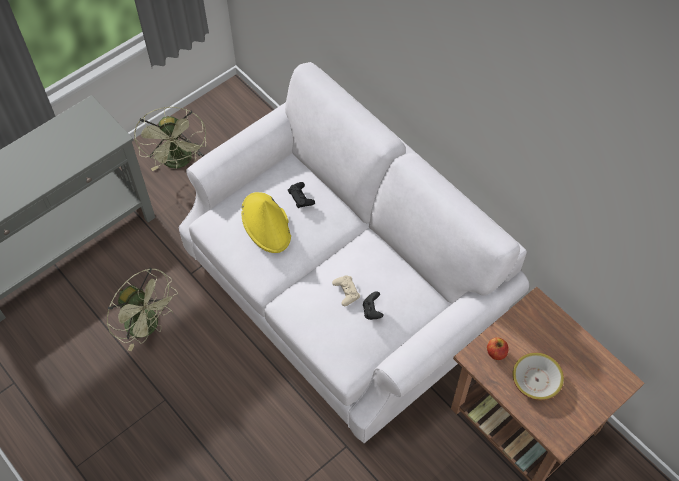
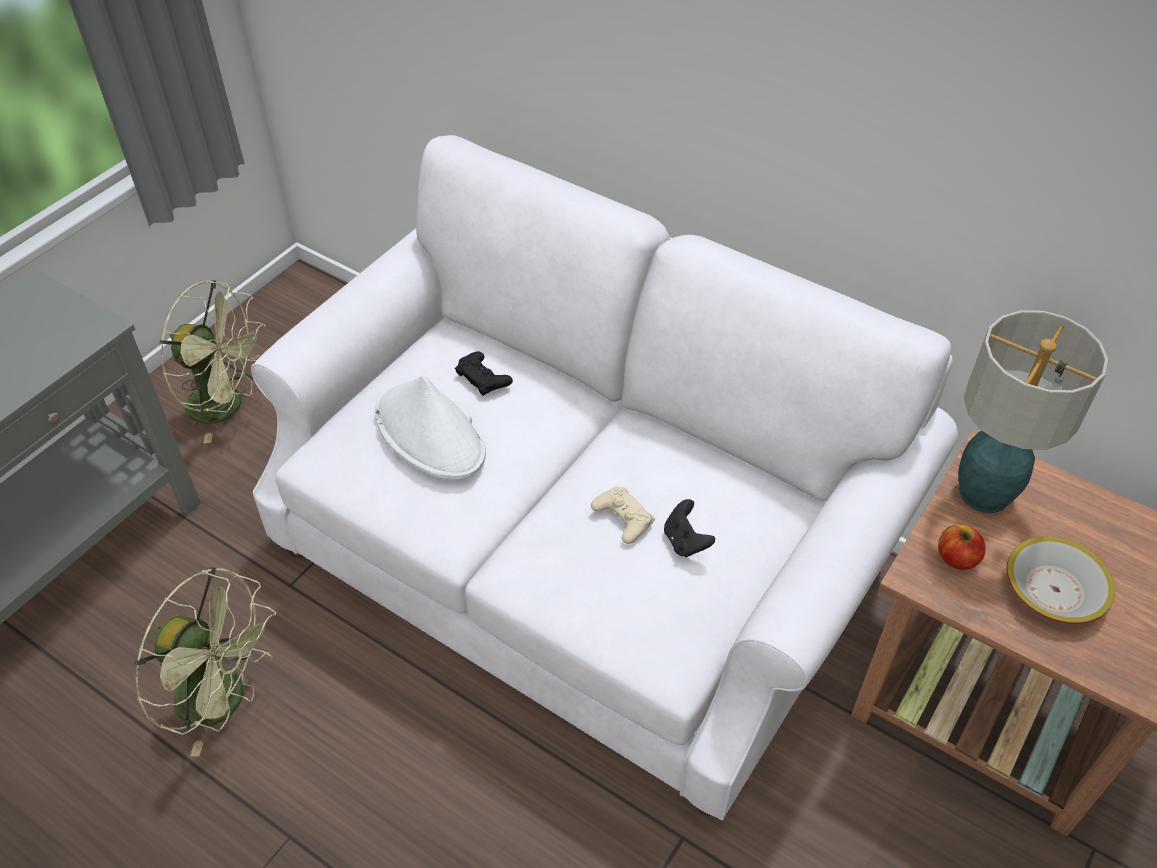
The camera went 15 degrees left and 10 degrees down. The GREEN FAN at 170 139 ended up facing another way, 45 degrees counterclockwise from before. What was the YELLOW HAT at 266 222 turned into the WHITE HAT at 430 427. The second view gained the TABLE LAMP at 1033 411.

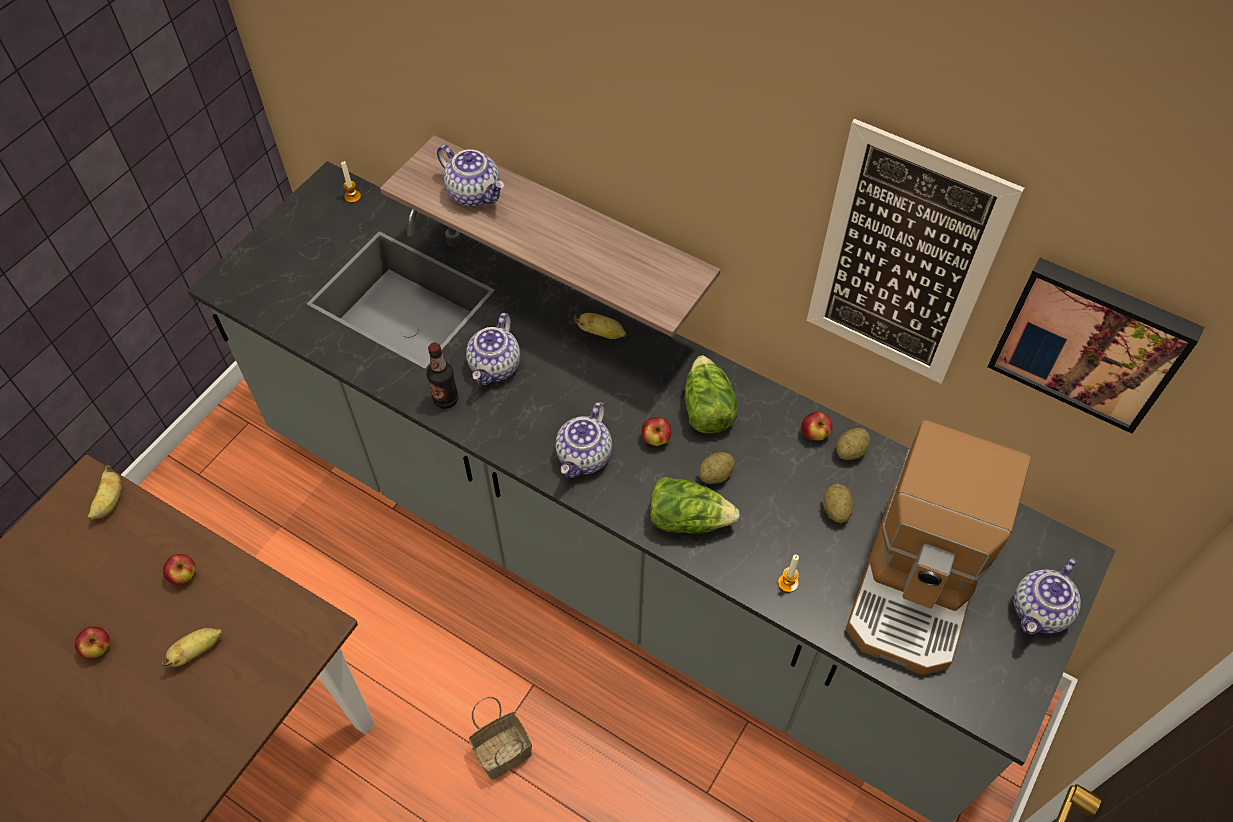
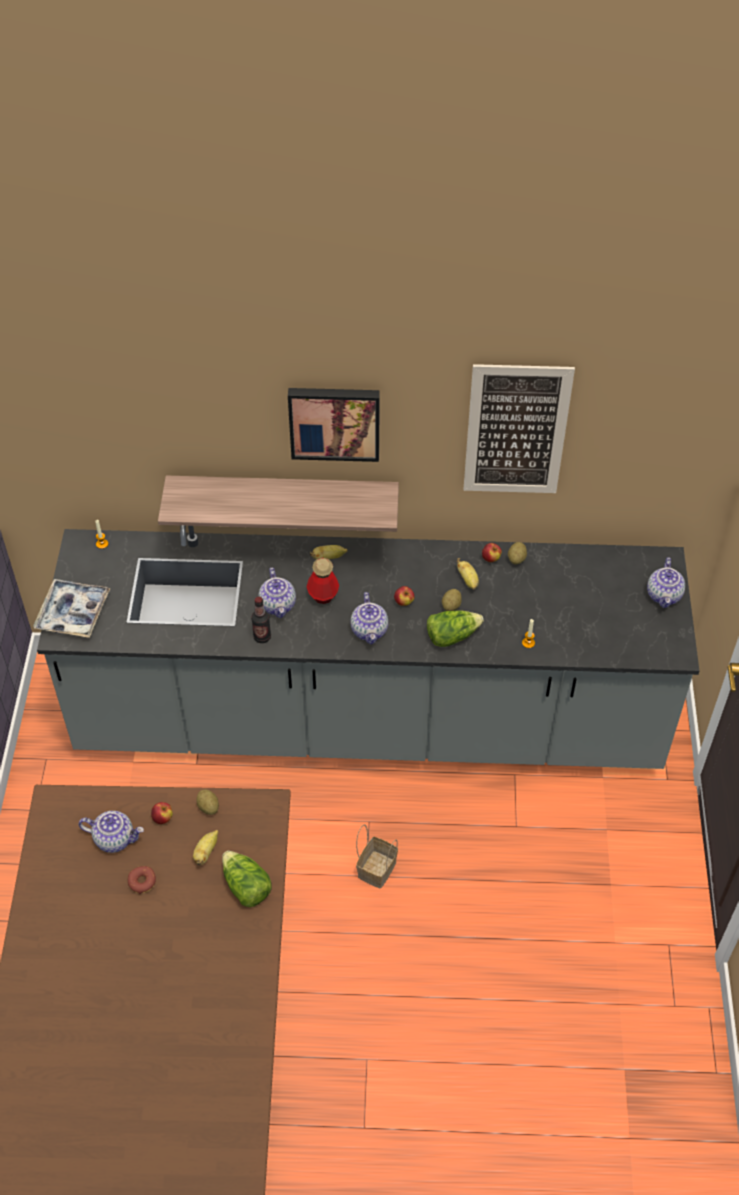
The camera went 30 degrees left and 5 degrees down. The second view gained the TRAY at 72 608. The TEAPOT ended up elsewhere, having gone from 470 175 to 111 832. Where the APPLE stood at 93 642, the DONUT came to stand at 141 880. The POTATO ended up elsewhere, having gone from 838 503 to 207 802. The LETTUCE ended up elsewhere, having gone from 711 395 to 247 879. The PICTURE ended up elsewhere, having gone from 1095 346 to 334 425. The second view gained the BOTTLE at 323 581. The BANANA ended up elsewhere, having gone from 105 492 to 468 574. The second view lost the COFFEE MACHINE at 938 547.

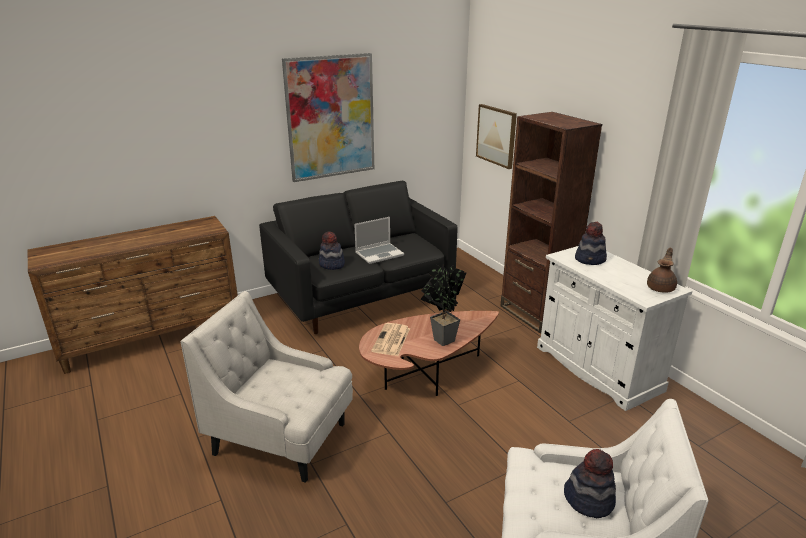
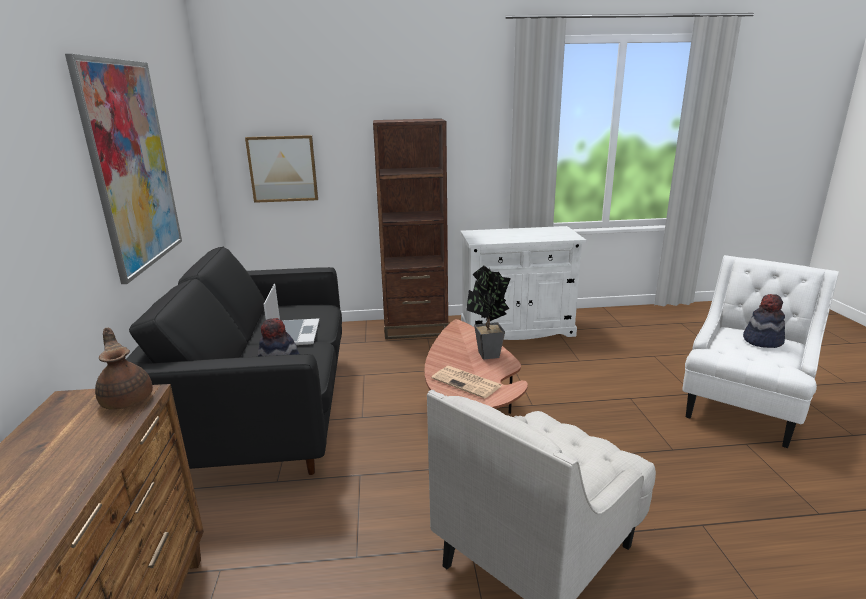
The camera went 65 degrees left and 5 degrees down. The BROWN TEAPOT ended up elsewhere, having gone from 662 270 to 124 369. The second view lost the HAT at 591 243.

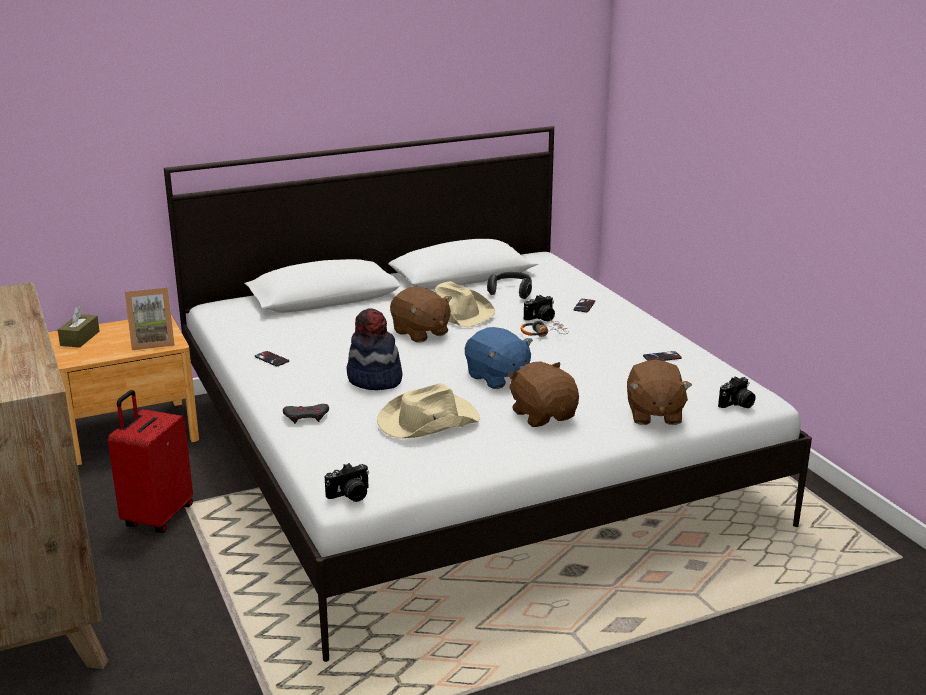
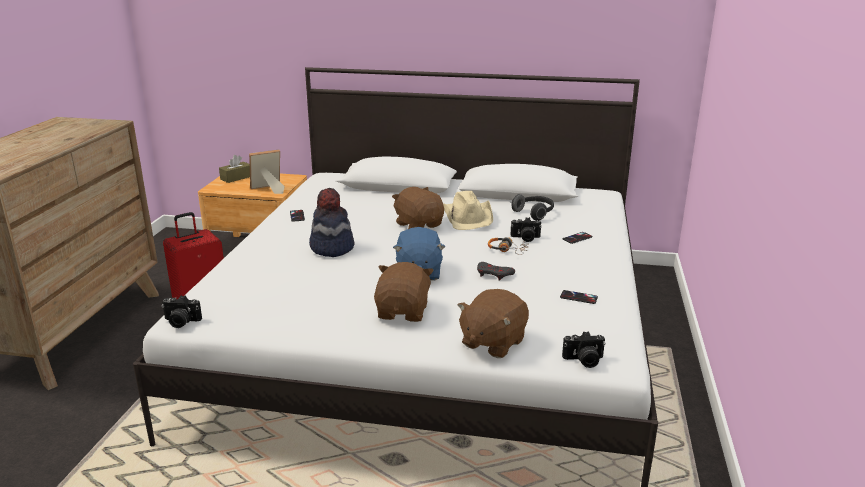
The camera went 35 degrees right and 0 degrees up. The PICTURE FRAME at 150 319 ended up facing another way, 135 degrees clockwise from before. The BROWN PLUSH TOY at 421 315 ended up facing another way, 150 degrees clockwise from before. The GREY GAME CONTROLLER ended up elsewhere, having gone from 306 414 to 496 271. The second view lost the BEIGE HAT at 428 410.

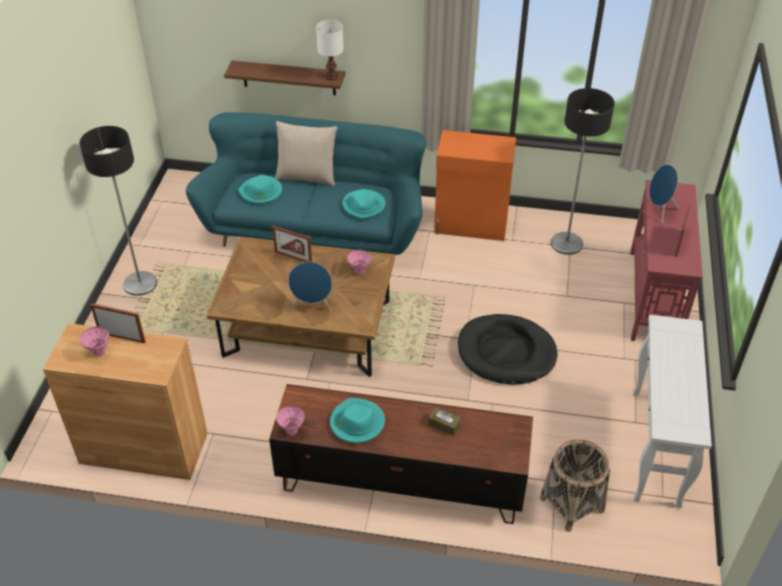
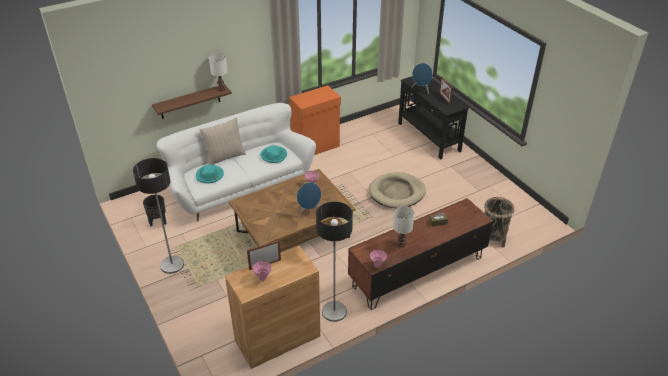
The camera went 40 degrees left and 5 degrees down. The second view gained the BLACK PLANTER at 154 210. What was the TURQUOISE SOFA at 306 183 turned into the WHITE SOFA at 236 162. The FLOOR LAMP ended up elsewhere, having gone from 583 171 to 334 262. What was the BLACK DOG BED at 508 349 turned into the BEIGE DOG BED at 397 190. Where the TURQUOISE HAT stood at 357 420, the WHITE TABLE LAMP came to stand at 403 226. What was the RED CONSOLE TABLE at 667 260 turned into the BLACK CONSOLE TABLE at 433 118. The second view lost the PICTURE FRAME at 292 244. The second view lost the WHITE CONSOLE TABLE at 672 411.

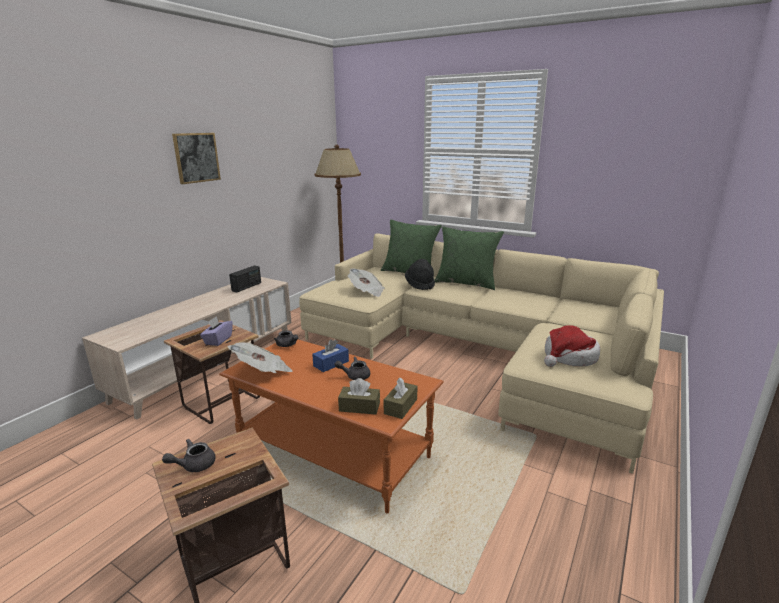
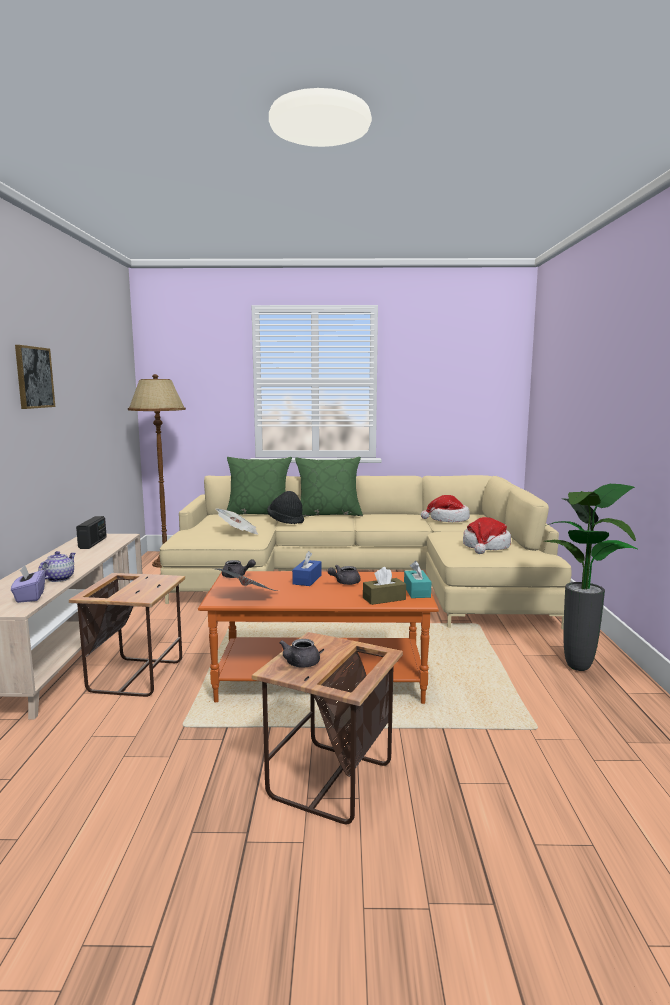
The camera went 30 degrees left and 10 degrees down. The PURPLE TISSUE BOX ended up elsewhere, having gone from 216 331 to 28 584. The second view gained the TEAPOT at 57 566. What was the BROWN TISSUE BOX at 400 398 turned into the TURQUOISE TISSUE BOX at 418 579. The second view gained the HAT at 445 508. The second view gained the POTTED PLANT at 590 577.

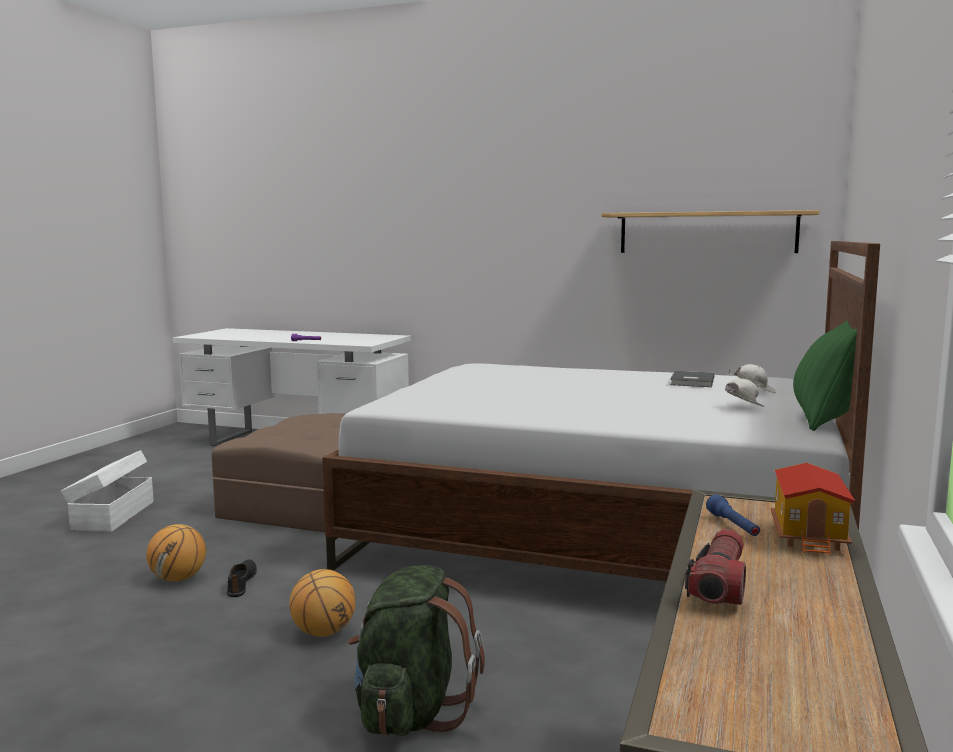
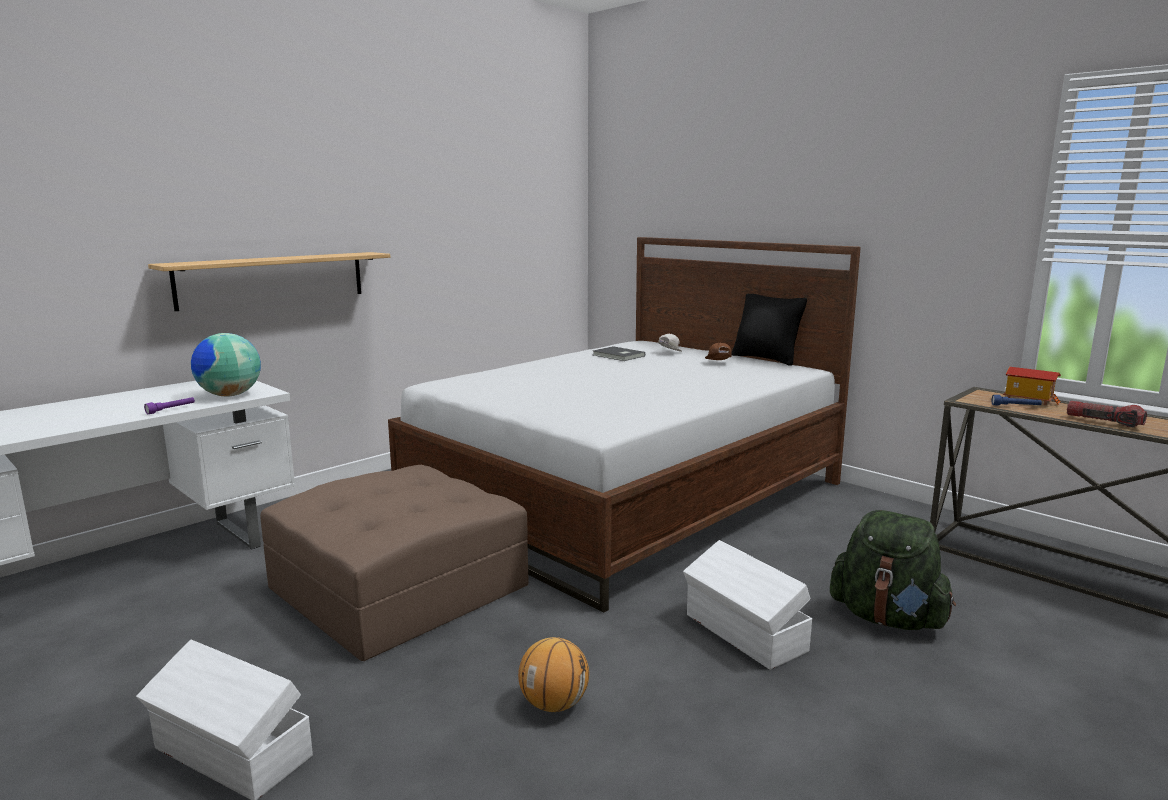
The camera went 65 degrees left and 5 degrees up. The SHELF ended up elsewhere, having gone from 710 231 to 269 281. The second view gained the GLOBE at 226 365. Where the BASKETBALL stood at 322 603, the WHITE STORAGE BOX came to stand at 747 605. What was the WHITE CAP at 744 392 turned into the BROWN CAP at 718 351. What was the GREEN PILLOW at 825 375 turned into the BLACK PILLOW at 769 330. The second view lost the BLACK SHOE at 241 578.

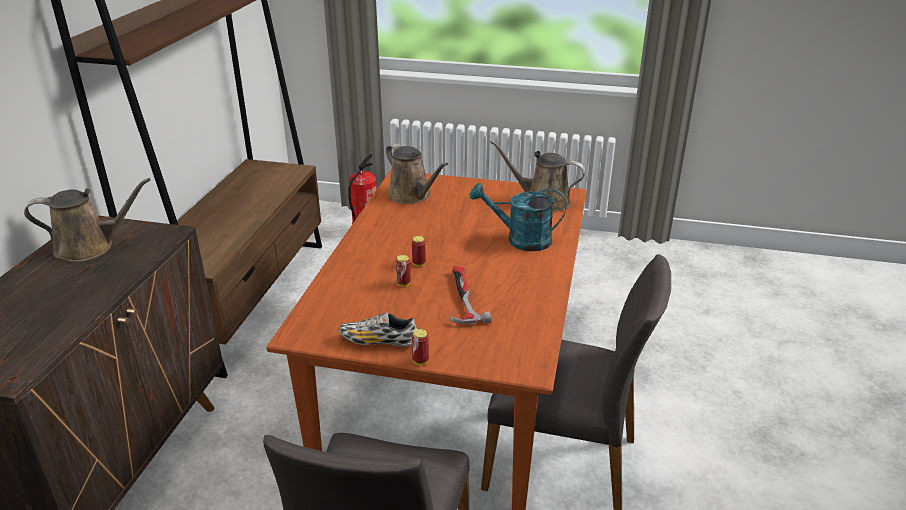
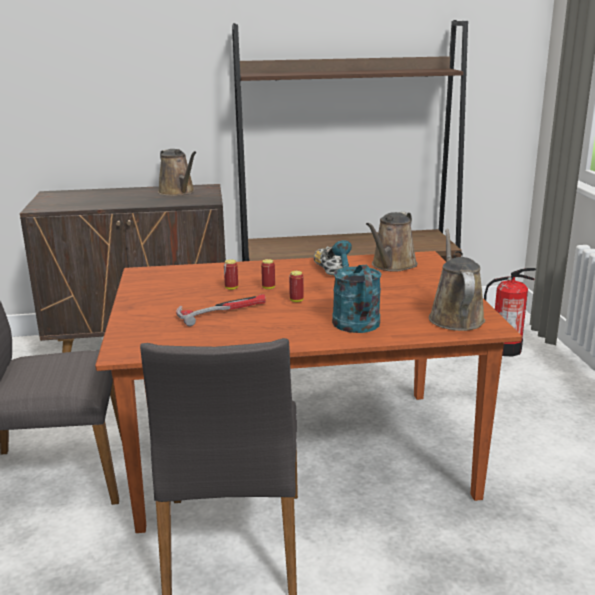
The camera went 70 degrees right and 10 degrees down. The CAN ended up elsewhere, having gone from 420 347 to 296 286. The SHOE ended up elsewhere, having gone from 377 329 to 328 260.

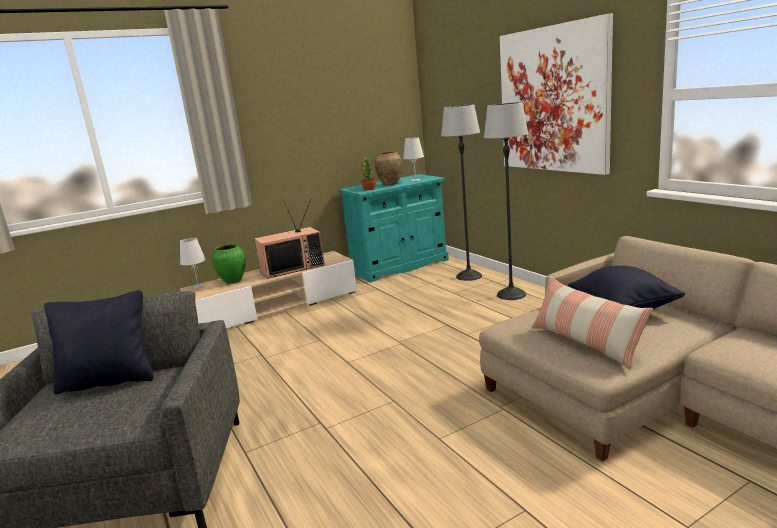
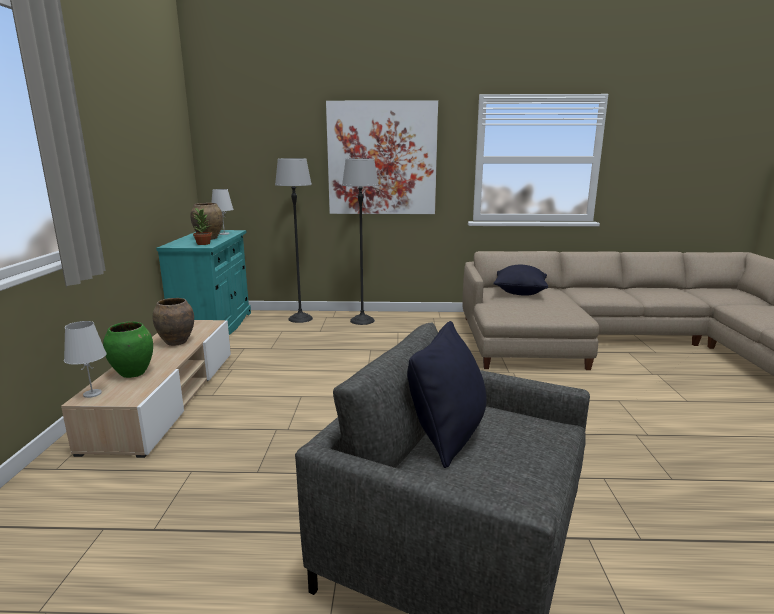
The camera went 60 degrees left and 0 degrees up. Where the TELEVISION stood at 289 238, the BROWN VASE came to stand at 173 322. The second view lost the PILLOW at 592 323.

